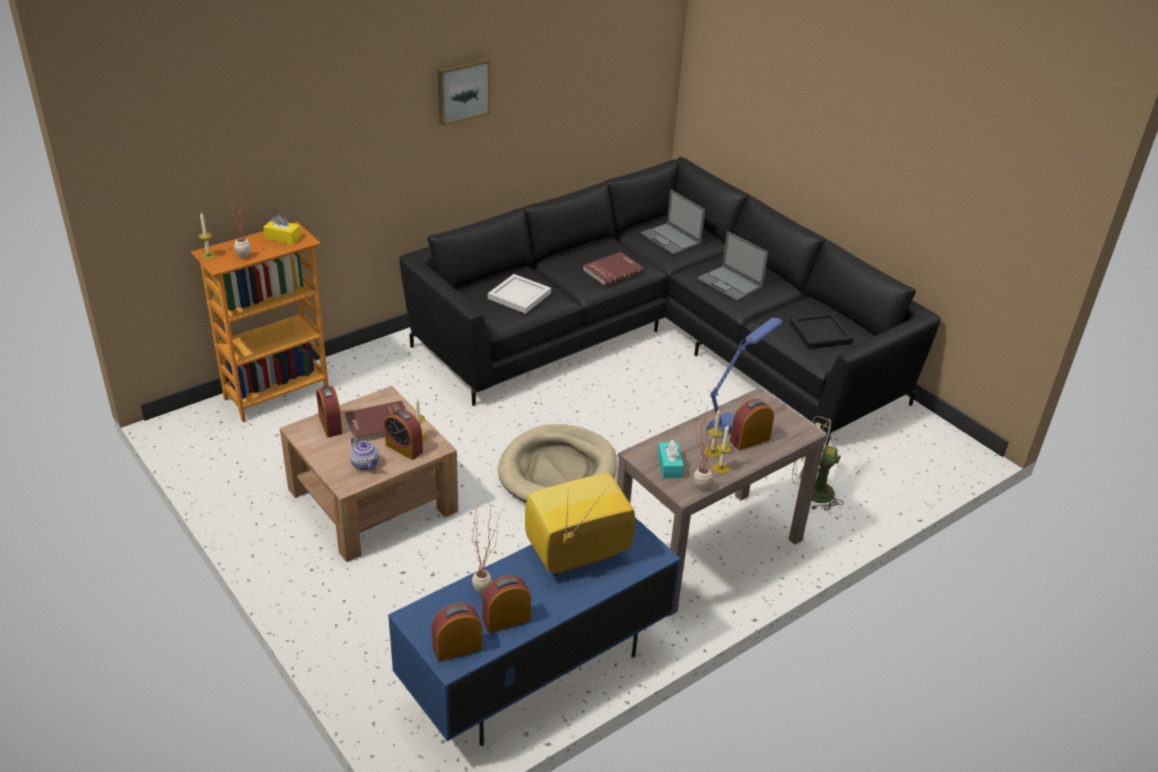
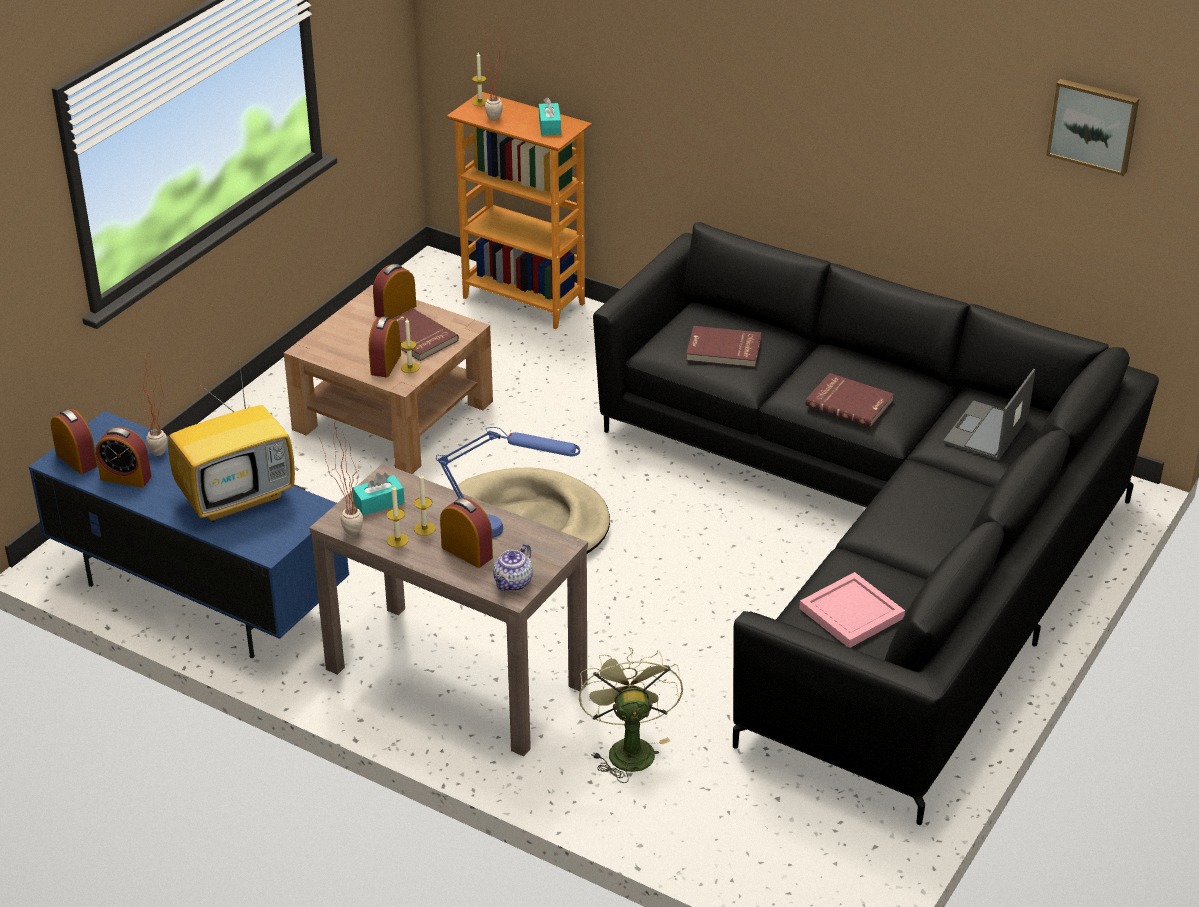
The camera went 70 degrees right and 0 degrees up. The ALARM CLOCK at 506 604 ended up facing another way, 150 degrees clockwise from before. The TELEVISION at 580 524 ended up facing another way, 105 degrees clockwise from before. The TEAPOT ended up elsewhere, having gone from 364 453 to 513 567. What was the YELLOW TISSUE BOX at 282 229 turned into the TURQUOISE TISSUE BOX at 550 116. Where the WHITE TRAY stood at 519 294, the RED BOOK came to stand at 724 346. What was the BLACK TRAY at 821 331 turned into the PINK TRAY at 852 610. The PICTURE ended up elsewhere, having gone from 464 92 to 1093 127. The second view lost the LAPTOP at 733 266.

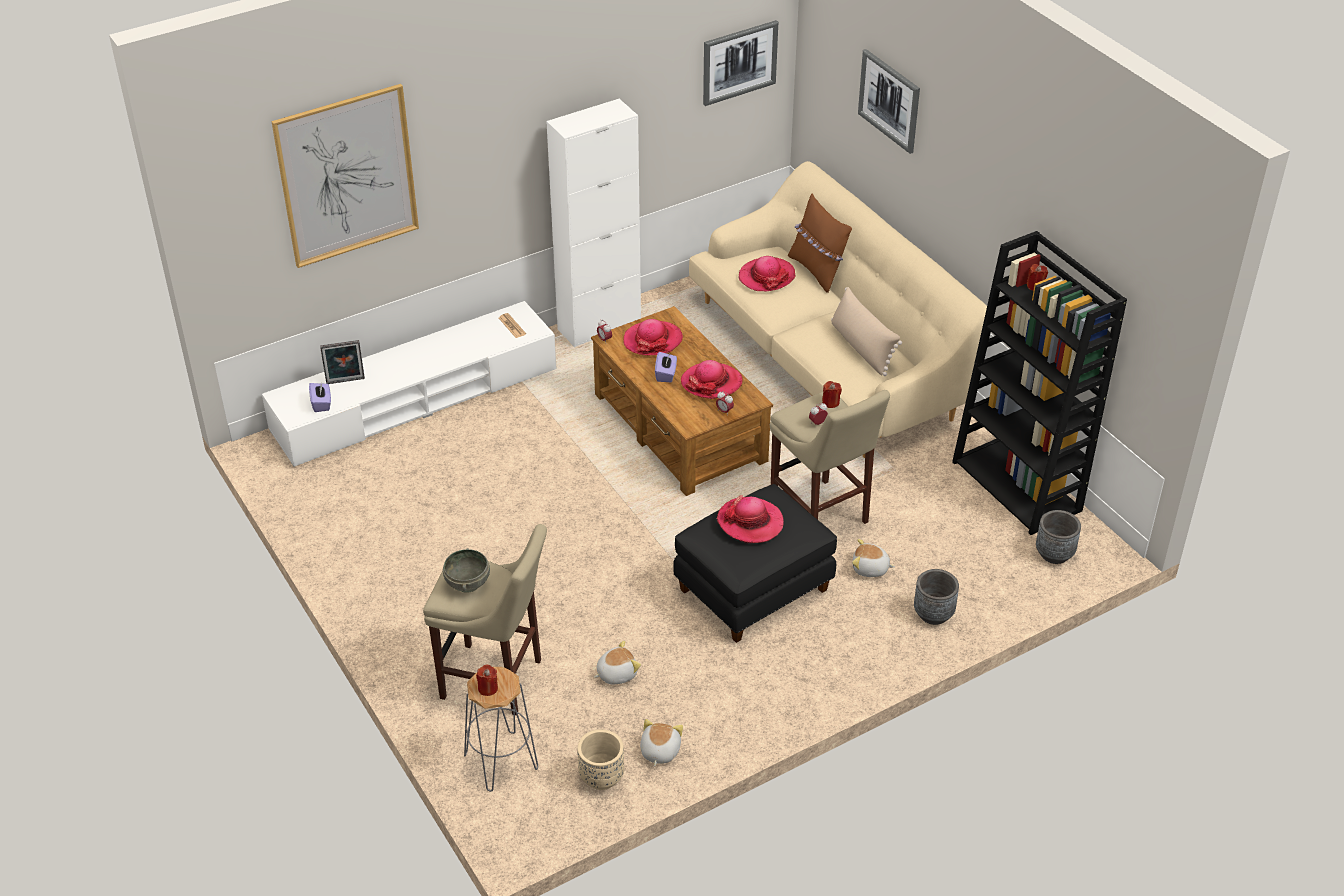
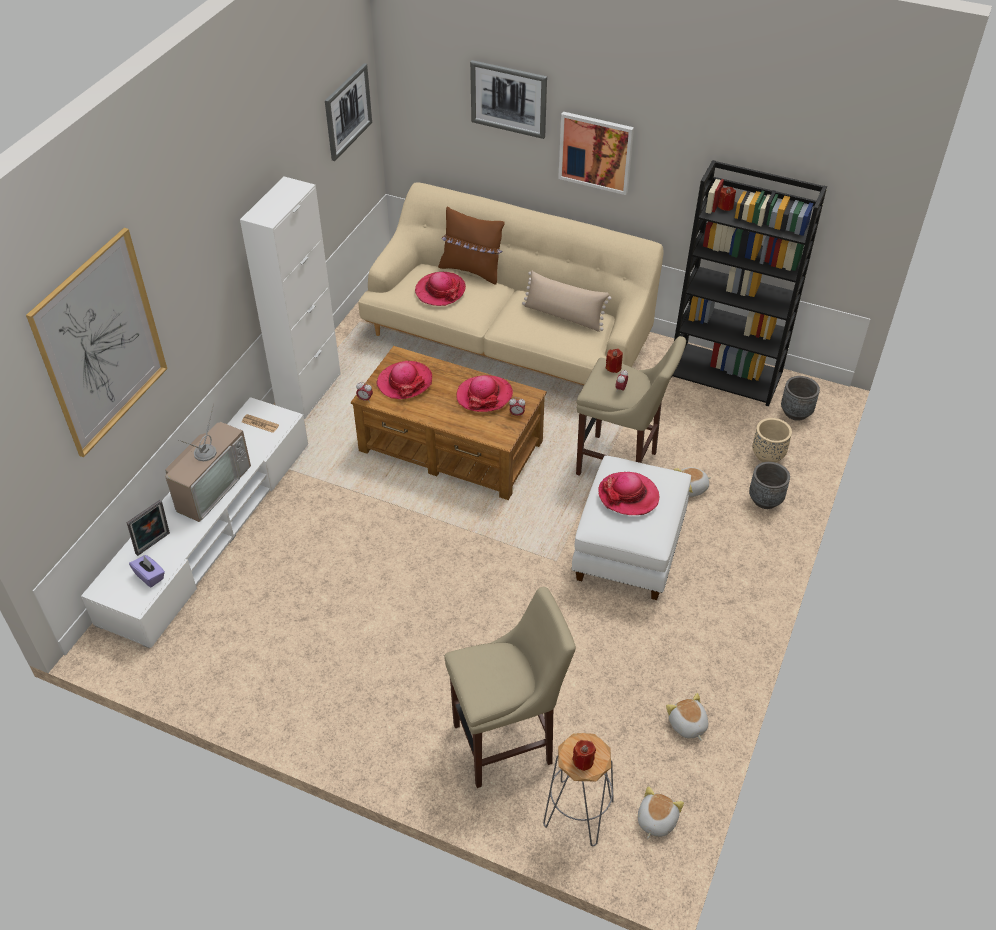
The camera went 35 degrees left and 5 degrees up. The second view gained the TELEVISION at 208 463. The second view gained the PICTURE at 596 153. What was the BLACK OTTOMAN at 755 563 turned into the WHITE OTTOMAN at 631 527. The PLUSH TOY ended up elsewhere, having gone from 617 662 to 661 812. The BEIGE PLANTER ended up elsewhere, having gone from 600 759 to 772 440. The second view lost the GREY BOWL at 466 570. The second view lost the PURPLE TISSUE BOX at 666 367.

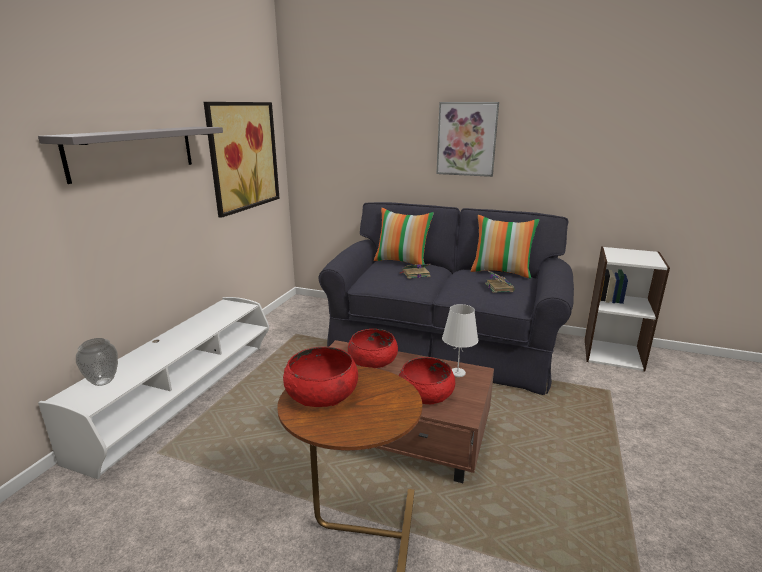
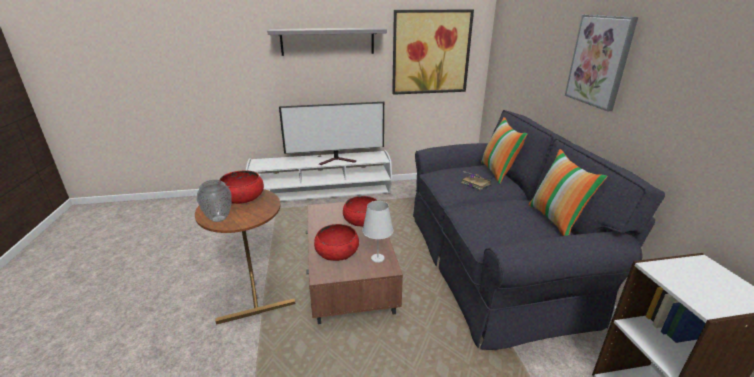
The camera went 60 degrees right and 5 degrees up. The VASE ended up elsewhere, having gone from 97 362 to 214 201. The second view gained the TELEVISION at 331 133. The second view lost the BOOK at 500 281.

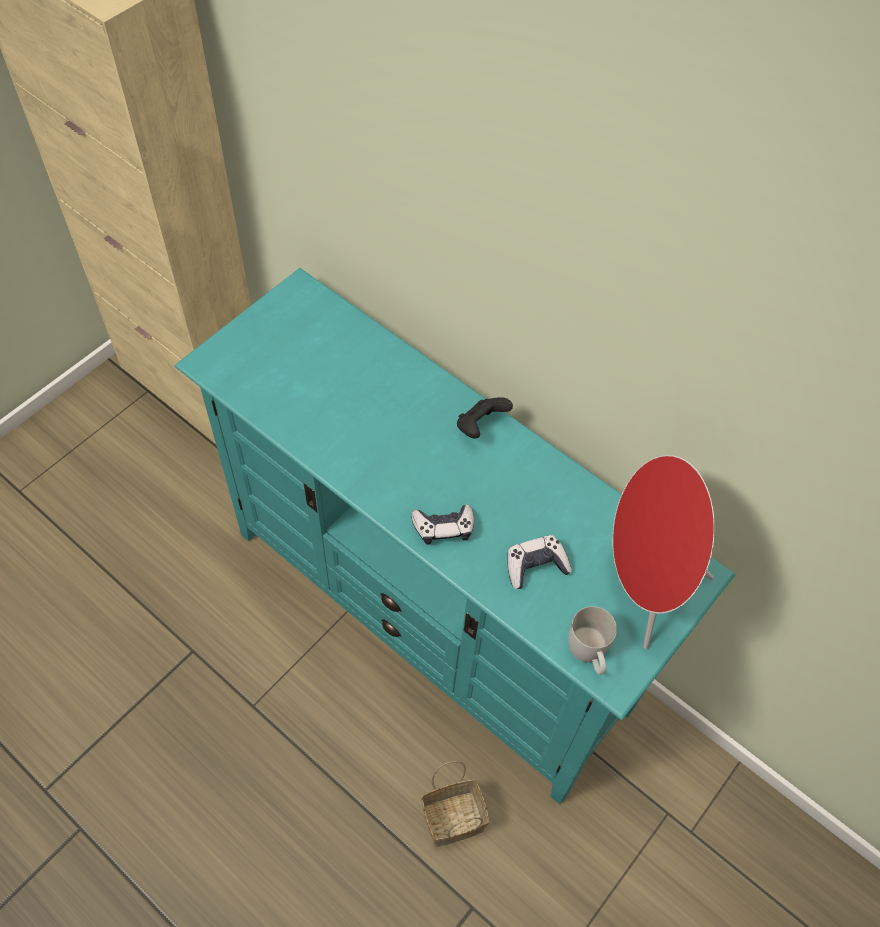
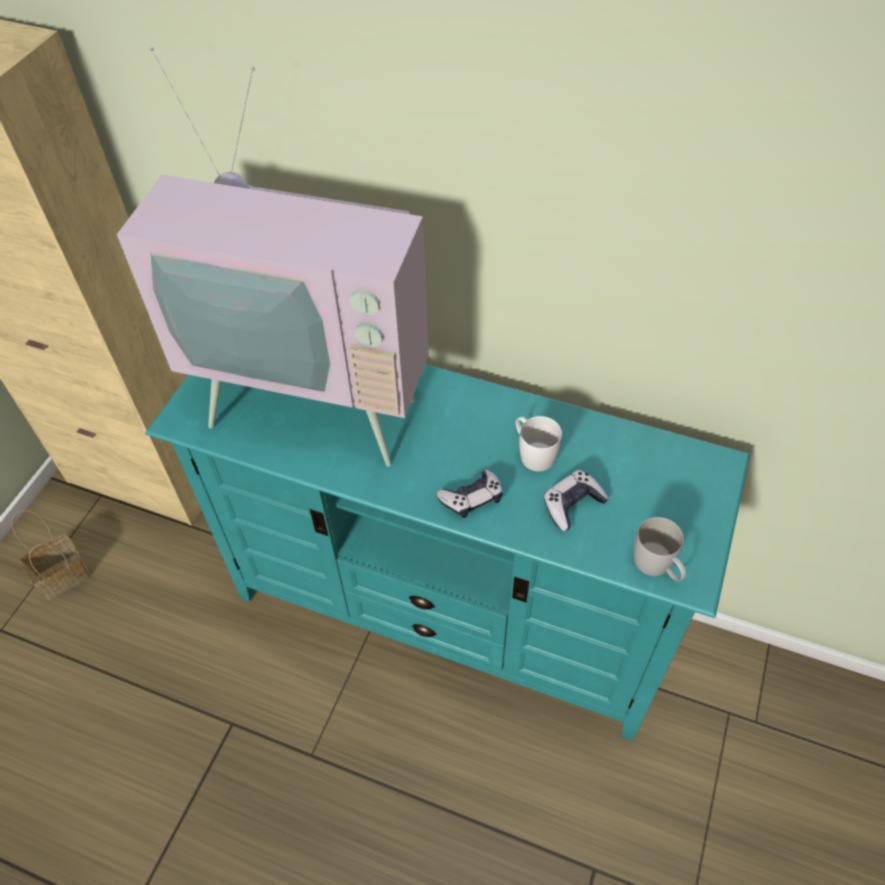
The camera went 15 degrees left and 5 degrees down. The BASKET ended up elsewhere, having gone from 455 804 to 51 555. The second view gained the TELEVISION at 273 257. The second view gained the WHITE MUG at 539 443. The second view lost the BLACK GAME CONTROLLER at 485 417. The second view lost the RED SPEAKER at 663 552.

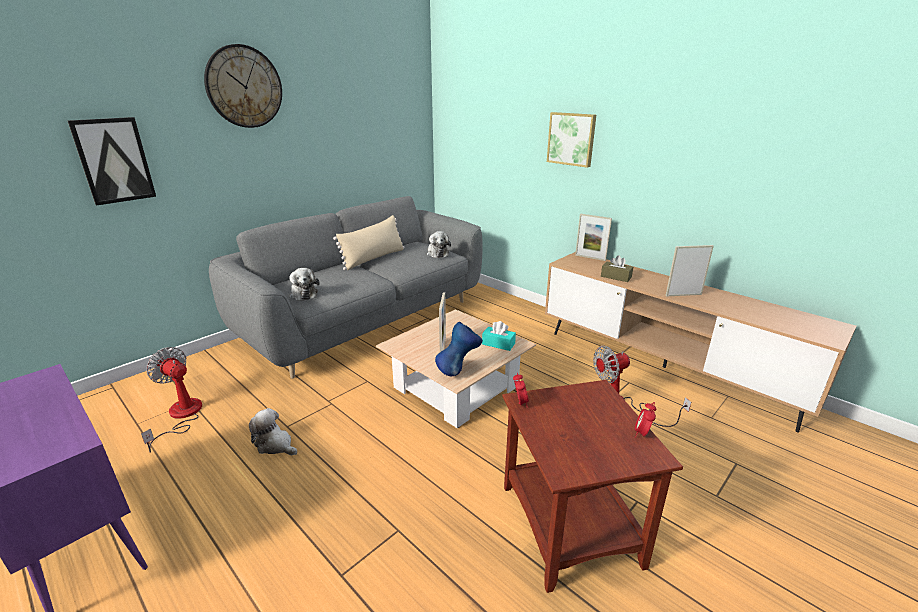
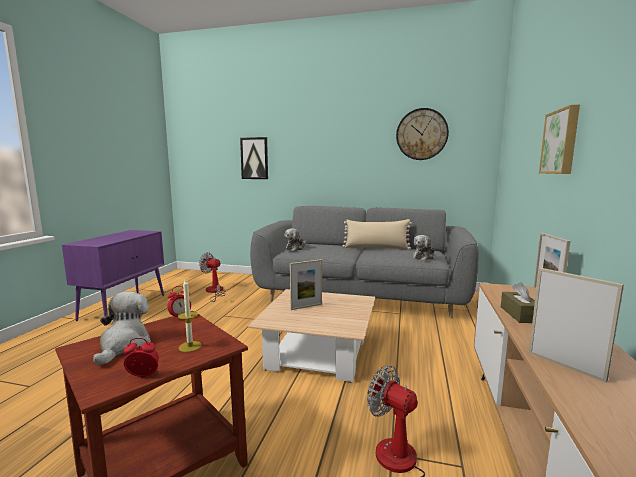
The camera went 60 degrees right and 15 degrees down. The PLUSH TOY ended up elsewhere, having gone from 273 431 to 122 329. The second view gained the CANDLE at 190 315. The FAN at 171 400 ended up facing another way, 75 degrees counterclockwise from before. The WALL CLOCK ended up elsewhere, having gone from 243 86 to 422 134. The second view lost the BLUE VASE at 459 349. The second view lost the TURQUOISE TISSUE BOX at 499 336.

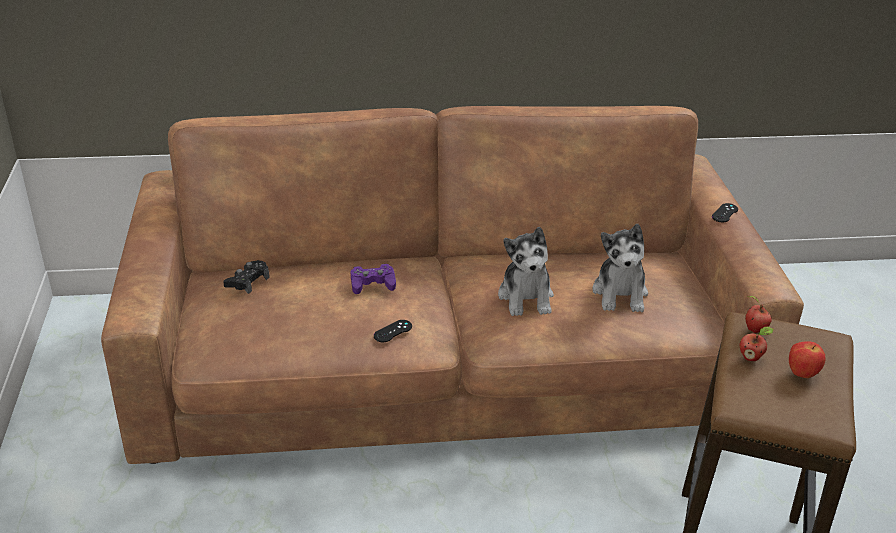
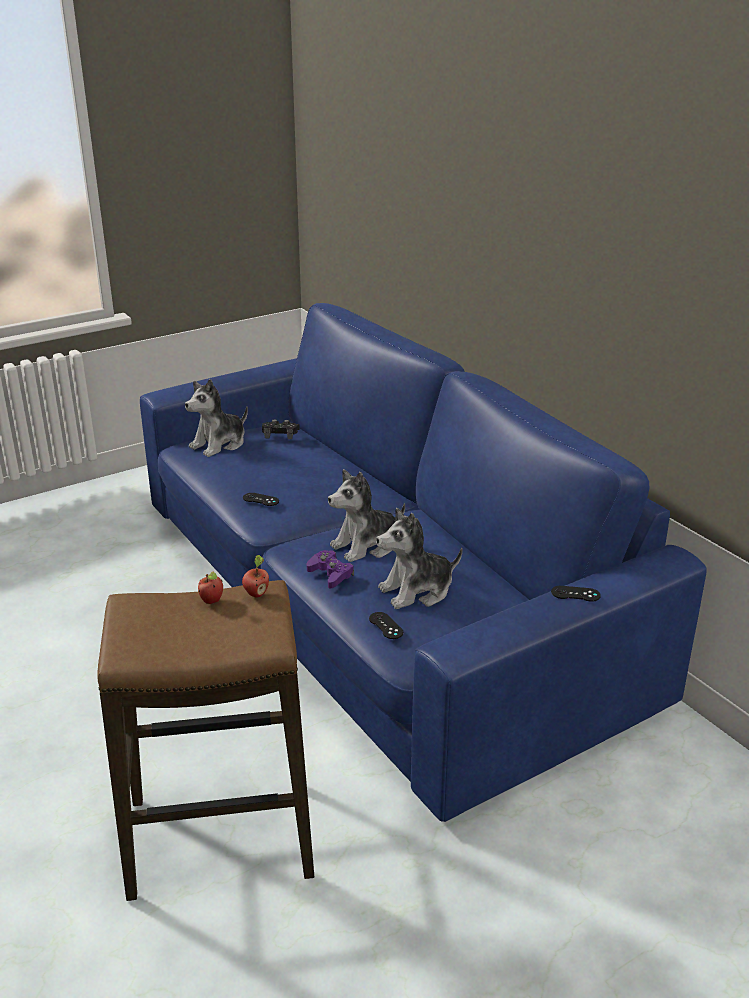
The camera went 65 degrees right and 5 degrees down. What was the BROWN SOFA at 452 285 turned into the BLUE SOFA at 423 562. The second view gained the PLUSH TOY at 216 418. The PURPLE GAME CONTROLLER ended up elsewhere, having gone from 373 279 to 330 569. The second view gained the BLACK GAME CONTROLLER at 386 625. The second view lost the APPLE at 807 359.

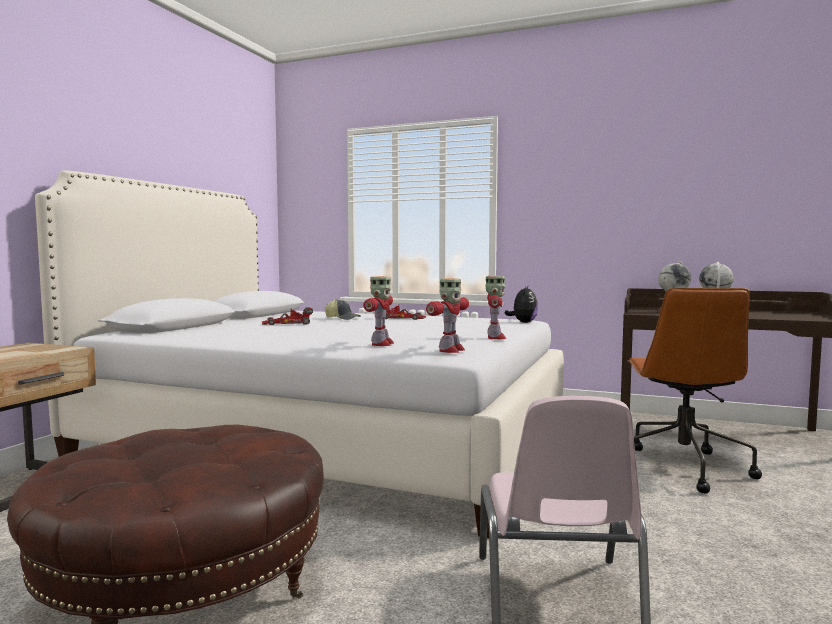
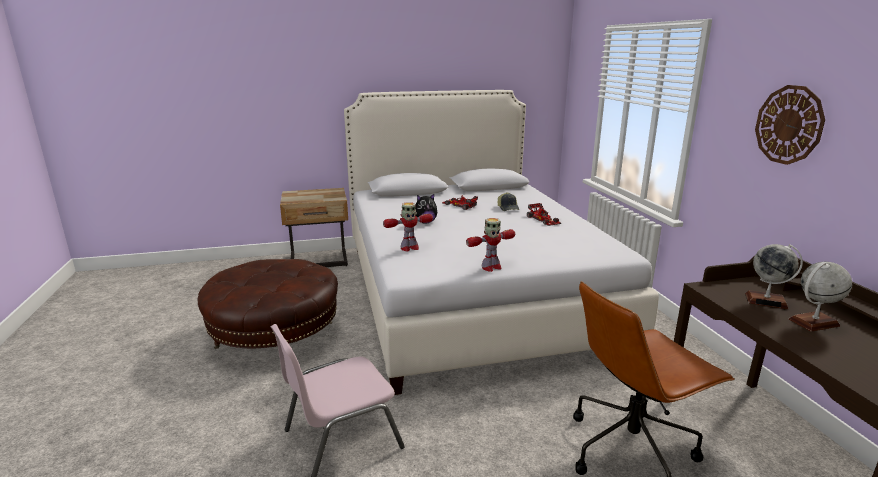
The camera went 55 degrees right and 15 degrees up. The PLUSH TOY ended up elsewhere, having gone from 521 304 to 426 209. The second view gained the WALL CLOCK at 790 125. The second view lost the TOY ROBOT at 447 315.

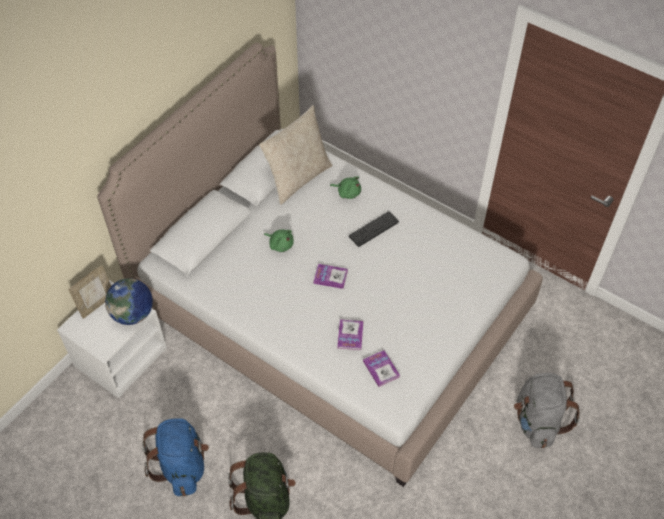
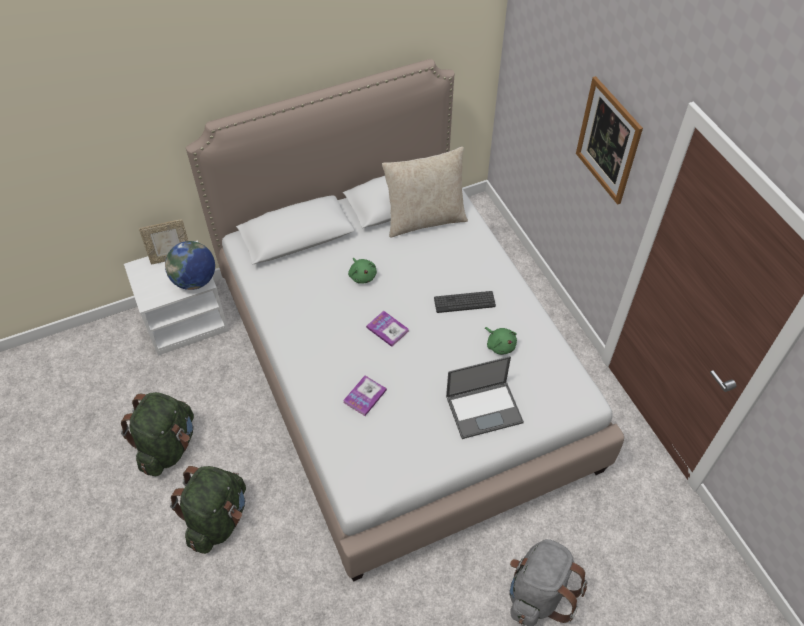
The camera went 30 degrees right and 0 degrees up. What was the BLUE BACKPACK at 175 457 turned into the GREEN BACKPACK at 157 434. The second view gained the LAPTOP at 485 397. The GREEN PLUSH TOY ended up elsewhere, having gone from 345 187 to 501 341. The second view gained the PICTURE at 609 140. The second view lost the BOOK at 381 368.

